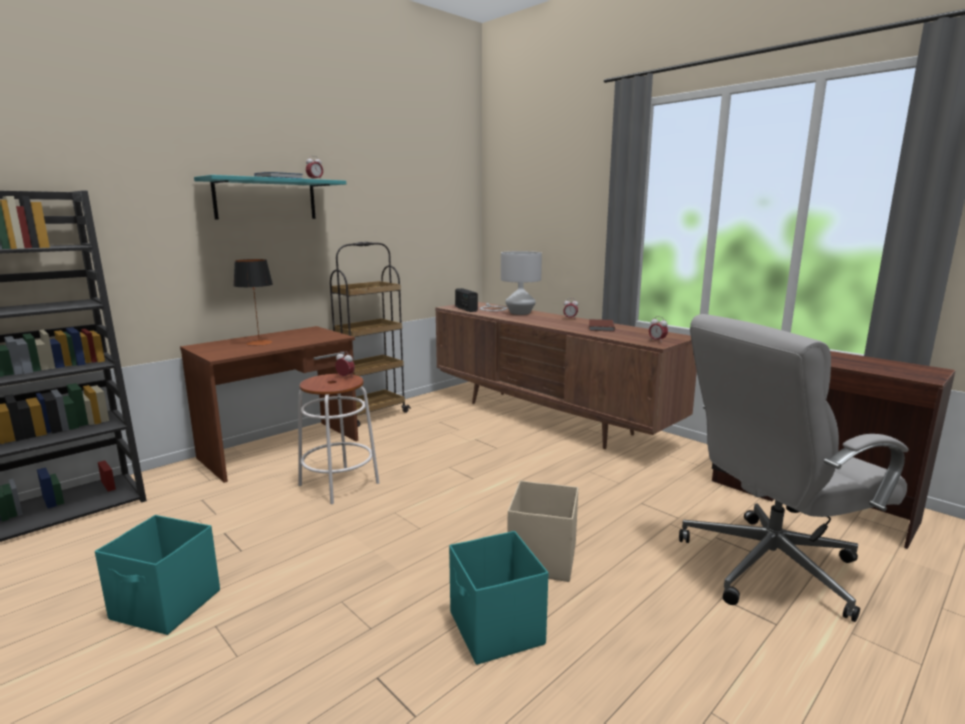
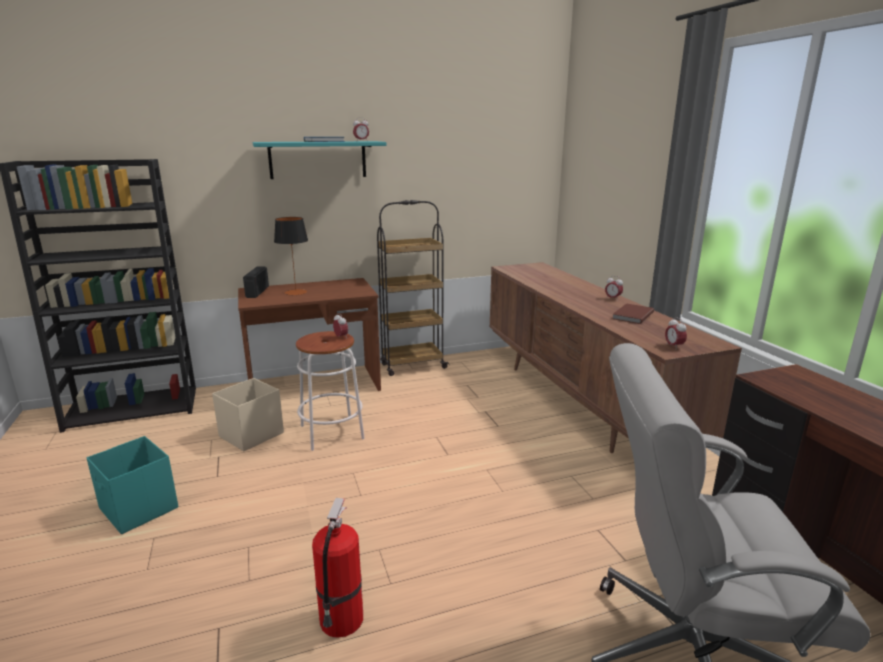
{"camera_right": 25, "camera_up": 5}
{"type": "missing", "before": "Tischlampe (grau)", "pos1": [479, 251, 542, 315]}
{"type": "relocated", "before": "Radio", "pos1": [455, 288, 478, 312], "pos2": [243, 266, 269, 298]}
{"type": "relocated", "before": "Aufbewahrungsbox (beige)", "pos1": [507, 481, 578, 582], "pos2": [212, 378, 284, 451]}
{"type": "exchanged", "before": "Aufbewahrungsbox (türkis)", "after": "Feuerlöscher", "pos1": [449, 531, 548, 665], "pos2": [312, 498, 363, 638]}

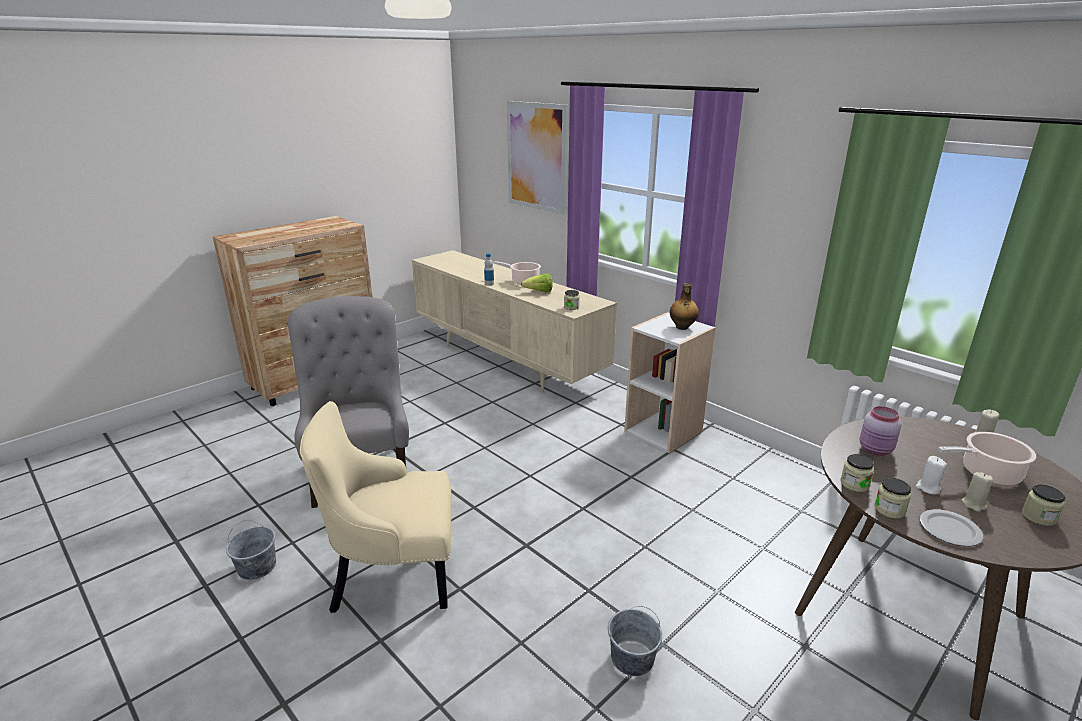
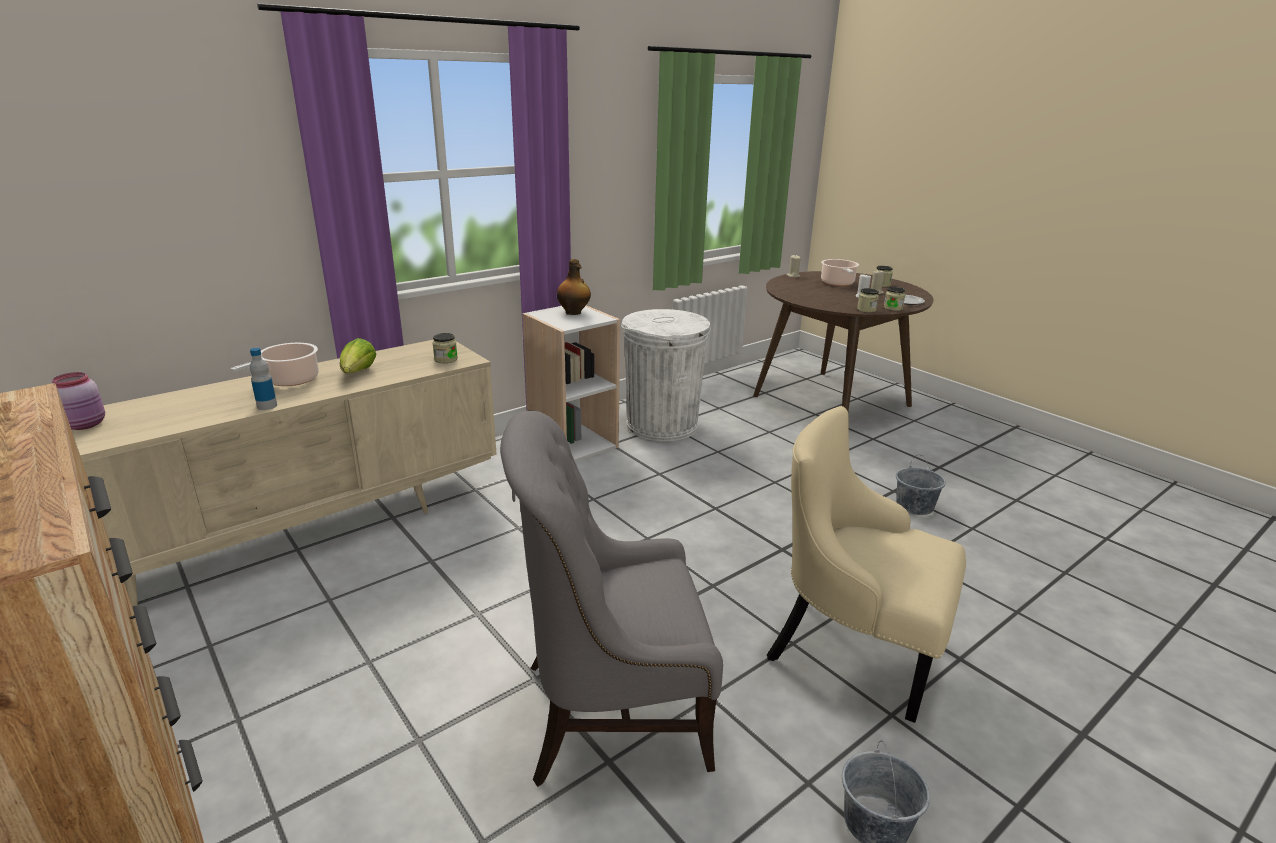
{"camera_right": -85, "camera_up": 0}
{"type": "missing", "before": "Bild", "pos1": [507, 101, 568, 215]}
{"type": "appeared", "after": "Mülleimer (weiß)", "pos2": [621, 309, 711, 441]}
{"type": "relocated", "before": "Vorratsglas (rosa)", "pos1": [860, 406, 901, 456], "pos2": [52, 372, 105, 430]}
{"type": "spun", "before": "Stuhl (beige)", "pos1": [300, 401, 451, 613], "pos2": [767, 406, 966, 723], "turn": 120}

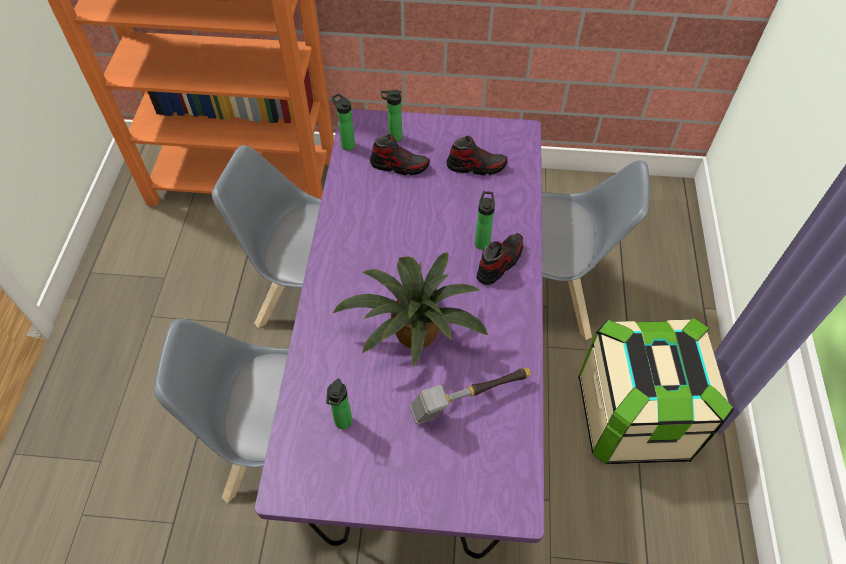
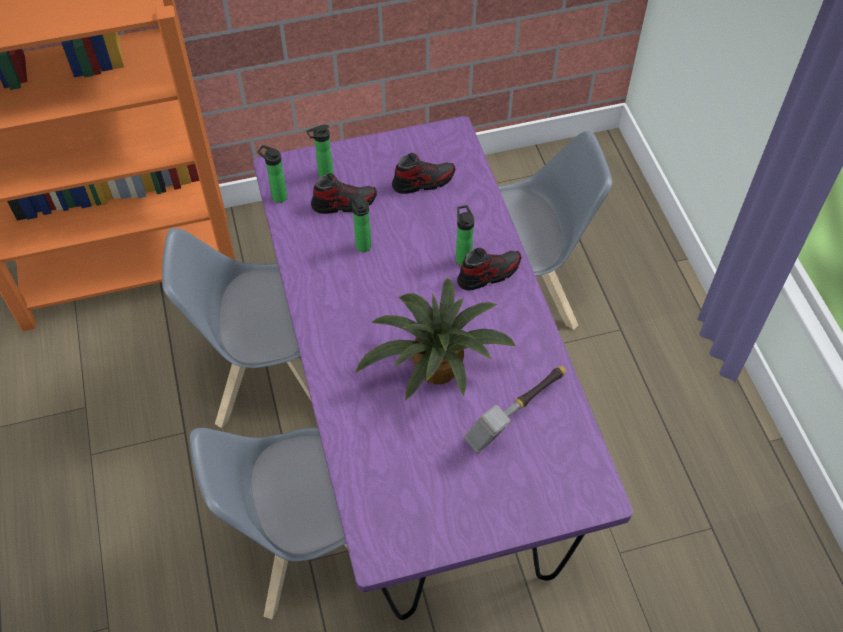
{"camera_right": -20, "camera_up": 0}
{"type": "missing", "before": "Aufbewahrungsbox", "pos1": [578, 317, 734, 464]}
{"type": "relocated", "before": "Flasche", "pos1": [326, 379, 352, 429], "pos2": [352, 195, 371, 252]}
{"type": "spun", "before": "Schuh", "pos1": [476, 233, 523, 285], "pos2": [457, 248, 521, 291], "turn": 45}

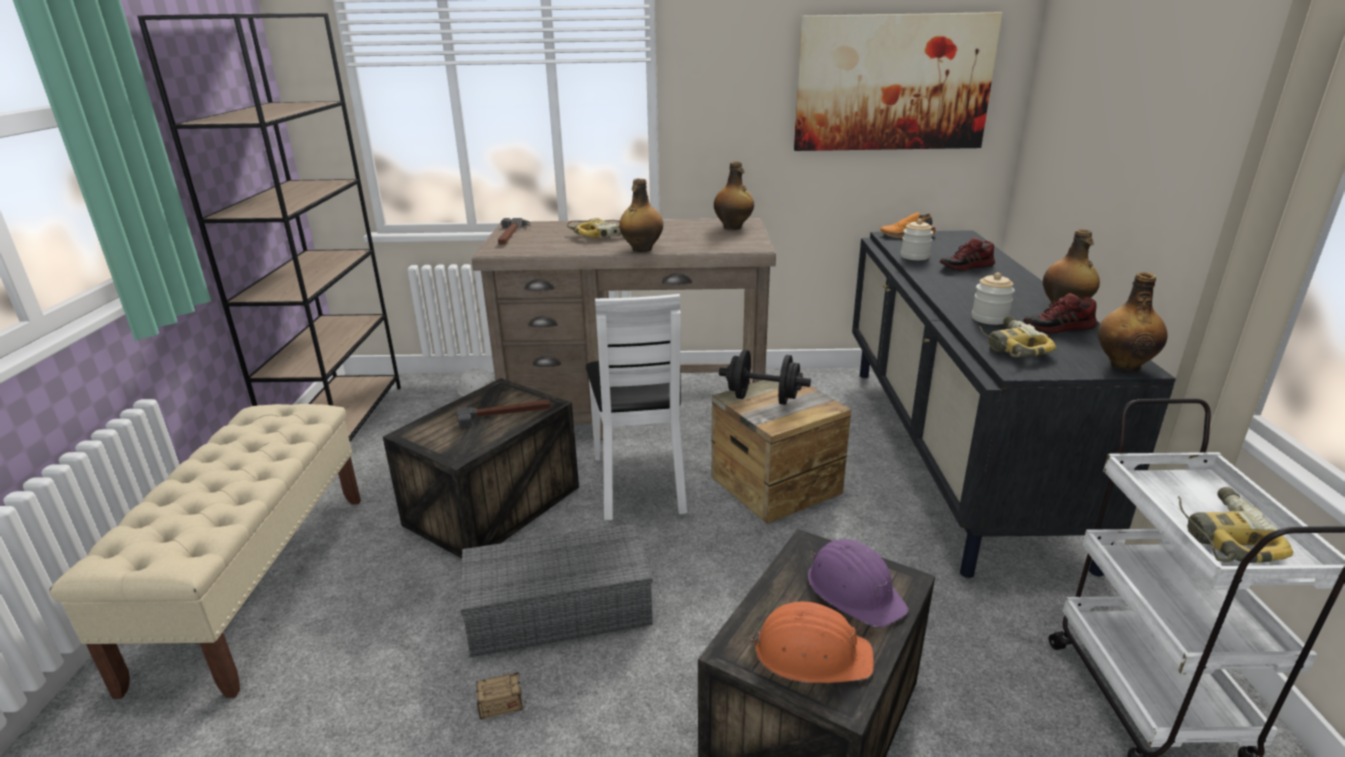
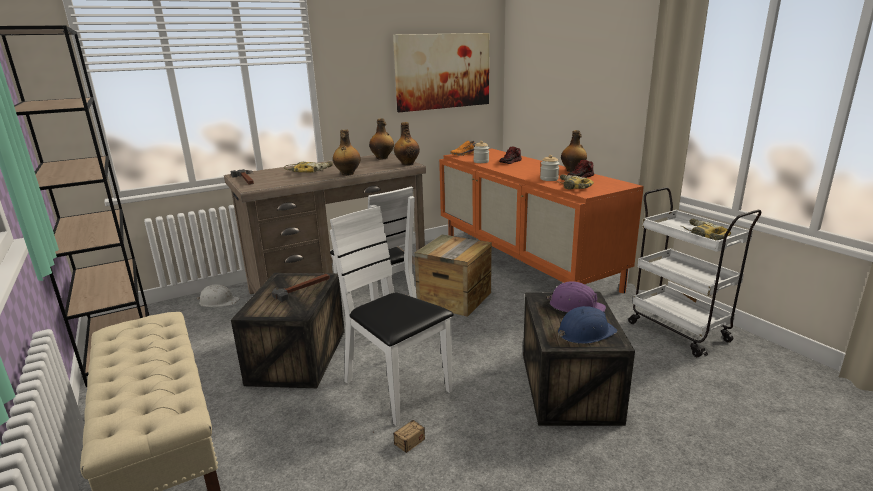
{"camera_right": -30, "camera_up": -5}
{"type": "missing", "before": "Hantel (schwarz)", "pos1": [719, 350, 811, 405]}
{"type": "relocated", "before": "Flasche", "pos1": [1098, 272, 1168, 372], "pos2": [394, 122, 420, 166]}
{"type": "exchanged", "before": "Aufbewahrungsbox (grau)", "after": "Stuhl (weiß)", "pos1": [460, 523, 653, 657], "pos2": [330, 206, 454, 426]}
{"type": "colour", "before": "Schutzhelm (orange)", "after": "Schutzhelm (blau)", "pos1": [747, 602, 874, 683], "pos2": [558, 306, 617, 344]}
{"type": "colour", "before": "Schrank (schwarz)", "after": "Schrank (orange)", "pos1": [852, 230, 1176, 578], "pos2": [439, 148, 644, 293]}

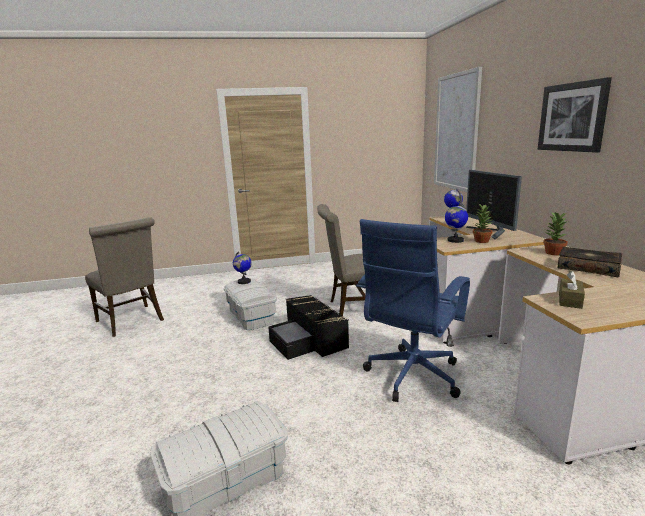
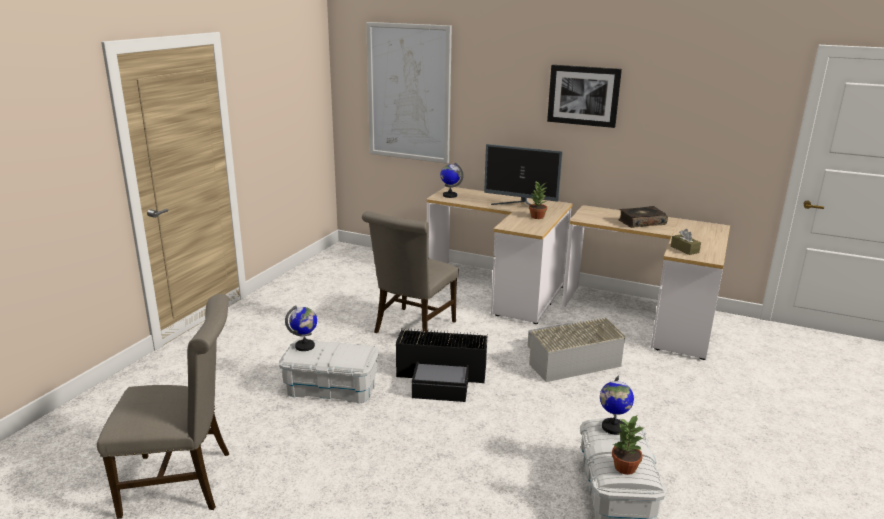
{"camera_right": -55, "camera_up": 5}
{"type": "relocated", "before": "Globus", "pos1": [445, 203, 468, 243], "pos2": [600, 375, 634, 435]}
{"type": "relocated", "before": "Topfpflanze", "pos1": [543, 212, 568, 255], "pos2": [612, 416, 645, 475]}
{"type": "exchanged", "before": "Bürostuhl (blau)", "after": "Aufbewahrungsbox (grau)", "pos1": [356, 219, 470, 402], "pos2": [528, 317, 626, 382]}

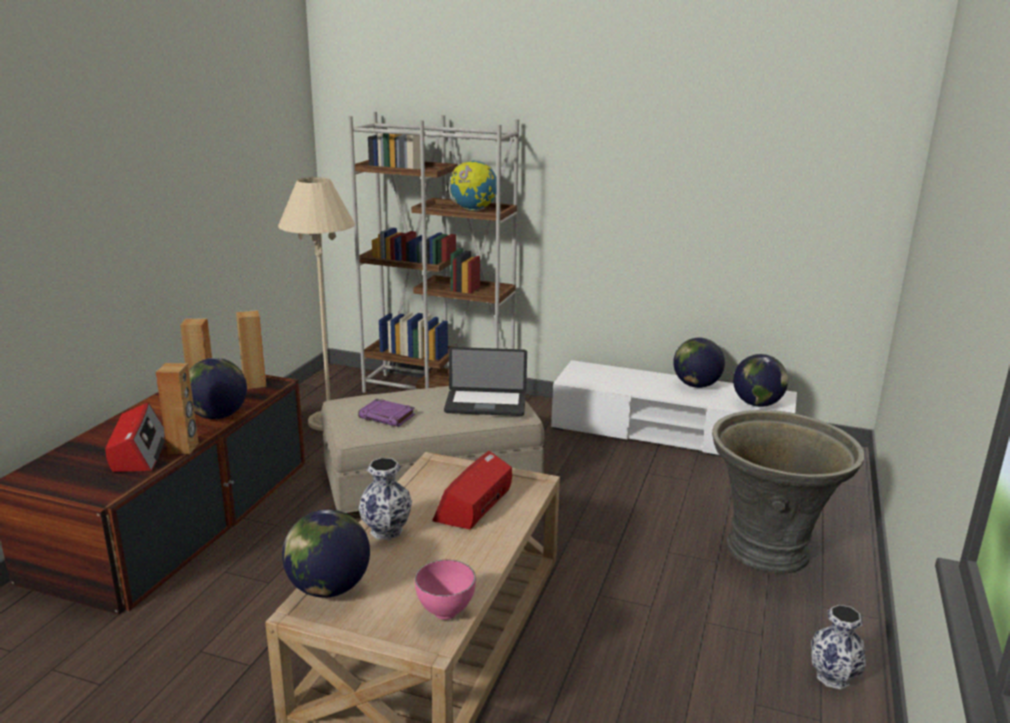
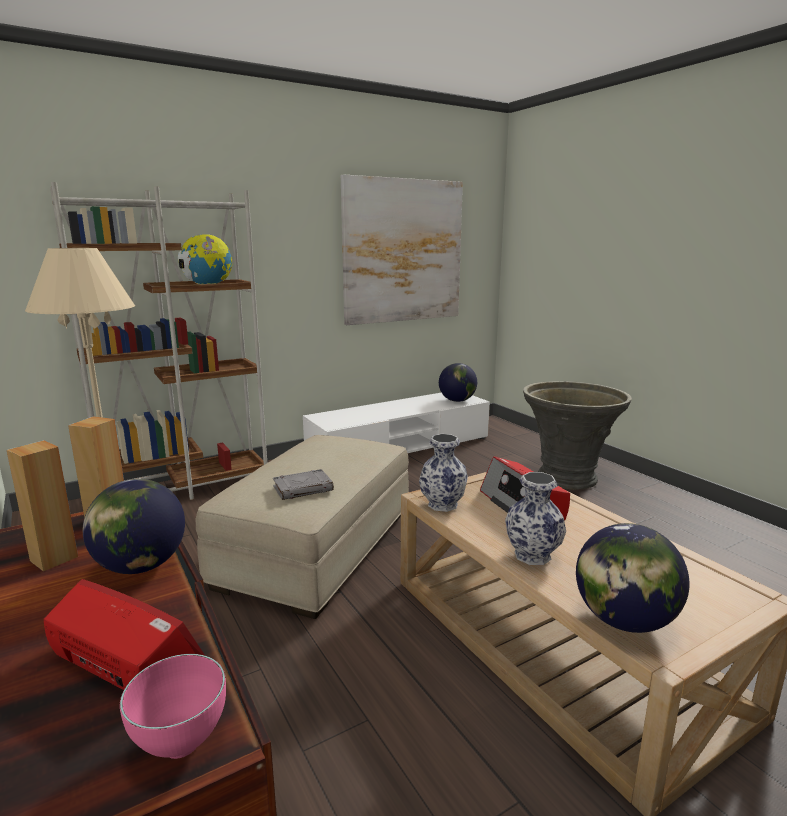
{"camera_right": -50, "camera_up": -5}
{"type": "missing", "before": "Lautsprecher (braun)", "pos1": [156, 363, 199, 454]}
{"type": "missing", "before": "Laptop", "pos1": [444, 347, 527, 416]}
{"type": "missing", "before": "Globus", "pos1": [673, 338, 725, 388]}
{"type": "appeared", "after": "Bild", "pos2": [341, 174, 463, 325]}
{"type": "relocated", "before": "Schüssel (rosa)", "pos1": [415, 560, 476, 620], "pos2": [120, 654, 226, 759]}
{"type": "relocated", "before": "Vase", "pos1": [811, 605, 866, 689], "pos2": [419, 434, 468, 512]}
{"type": "colour", "before": "Buch (lila)", "after": "Buch (grau)", "pos1": [358, 399, 415, 427], "pos2": [273, 469, 334, 500]}

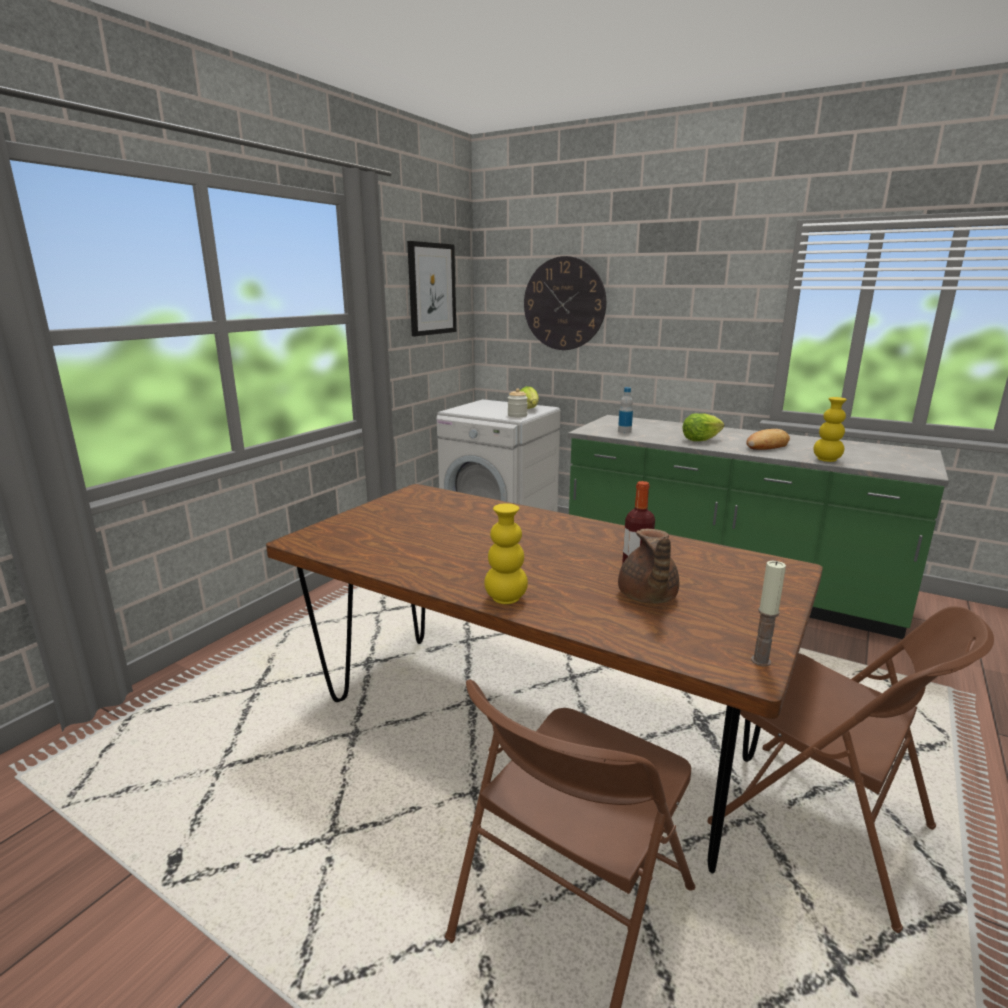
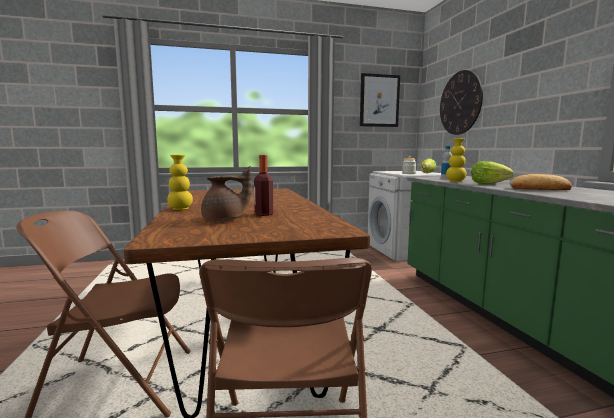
{"camera_right": 45, "camera_up": -10}
{"type": "missing", "before": "Kerze", "pos1": [751, 561, 786, 666]}
{"type": "relocated", "before": "Vase (gelb)", "pos1": [813, 397, 847, 462], "pos2": [446, 138, 467, 182]}
{"type": "spun", "before": "Teekanne (braun)", "pos1": [618, 529, 679, 604], "pos2": [201, 166, 252, 221], "turn": -150}

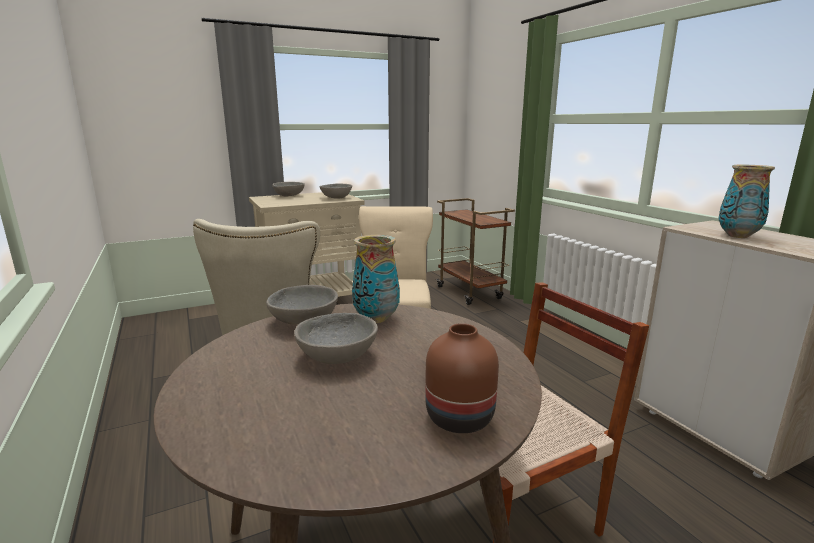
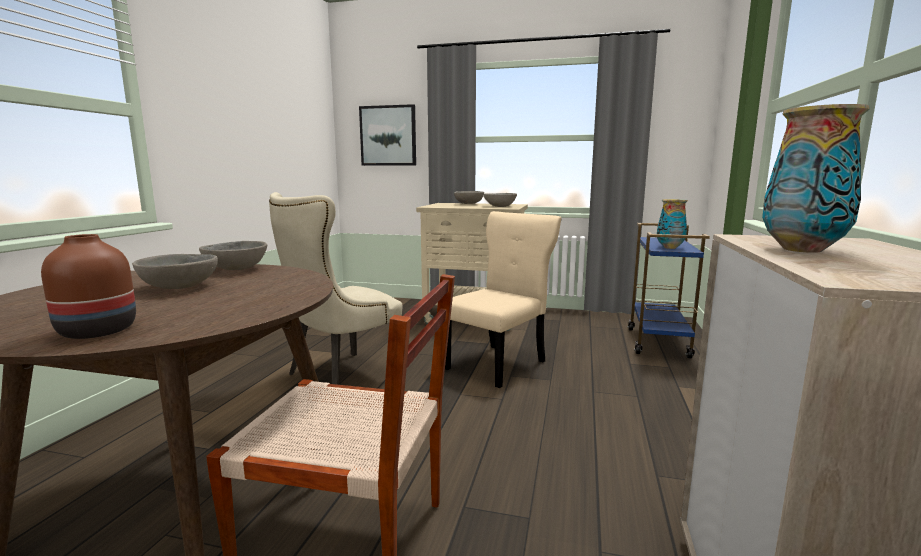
{"camera_right": 40, "camera_up": -5}
{"type": "appeared", "after": "Bild", "pos2": [359, 104, 416, 166]}
{"type": "relocated", "before": "Vase", "pos1": [352, 235, 400, 323], "pos2": [657, 199, 688, 249]}
{"type": "colour", "before": "Rollwagen (braun)", "after": "Rollwagen (blau)", "pos1": [436, 198, 515, 305], "pos2": [627, 223, 710, 358]}

